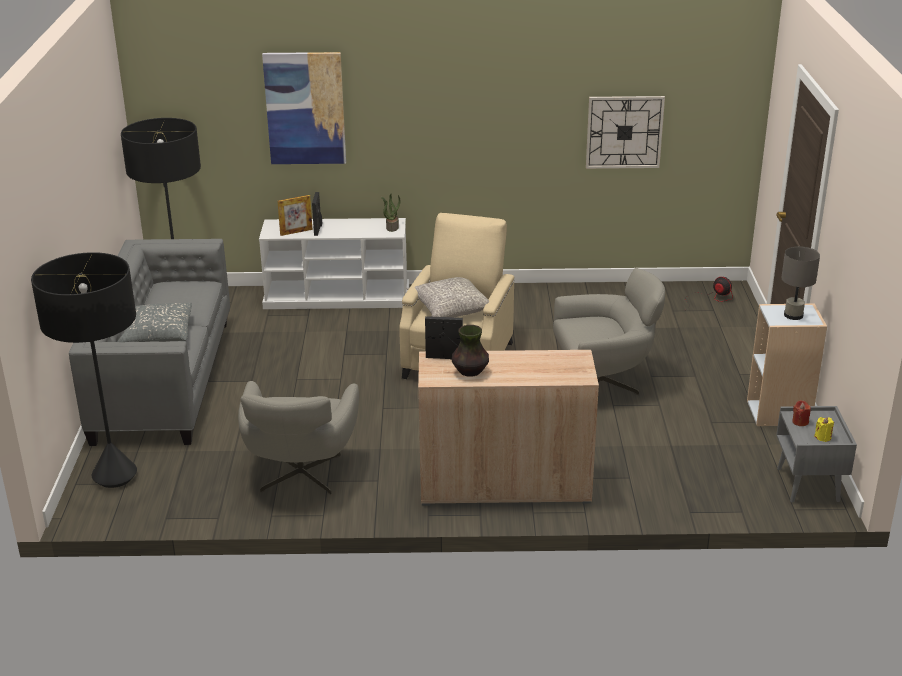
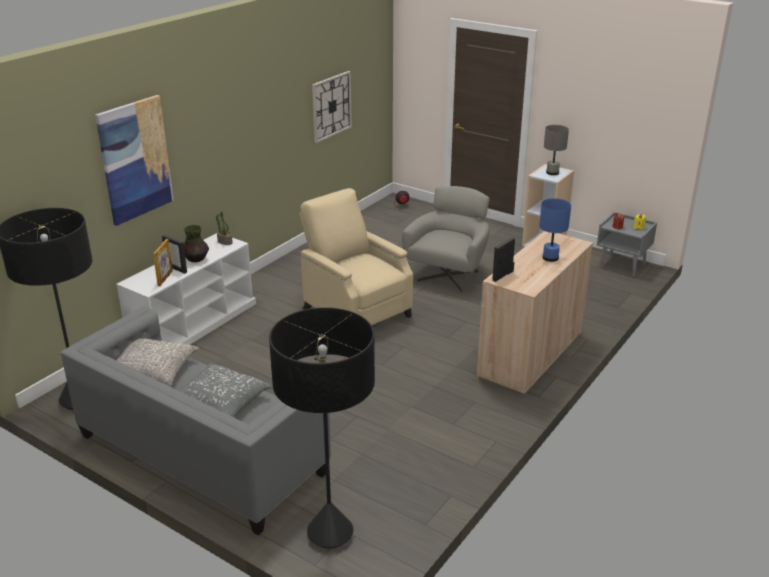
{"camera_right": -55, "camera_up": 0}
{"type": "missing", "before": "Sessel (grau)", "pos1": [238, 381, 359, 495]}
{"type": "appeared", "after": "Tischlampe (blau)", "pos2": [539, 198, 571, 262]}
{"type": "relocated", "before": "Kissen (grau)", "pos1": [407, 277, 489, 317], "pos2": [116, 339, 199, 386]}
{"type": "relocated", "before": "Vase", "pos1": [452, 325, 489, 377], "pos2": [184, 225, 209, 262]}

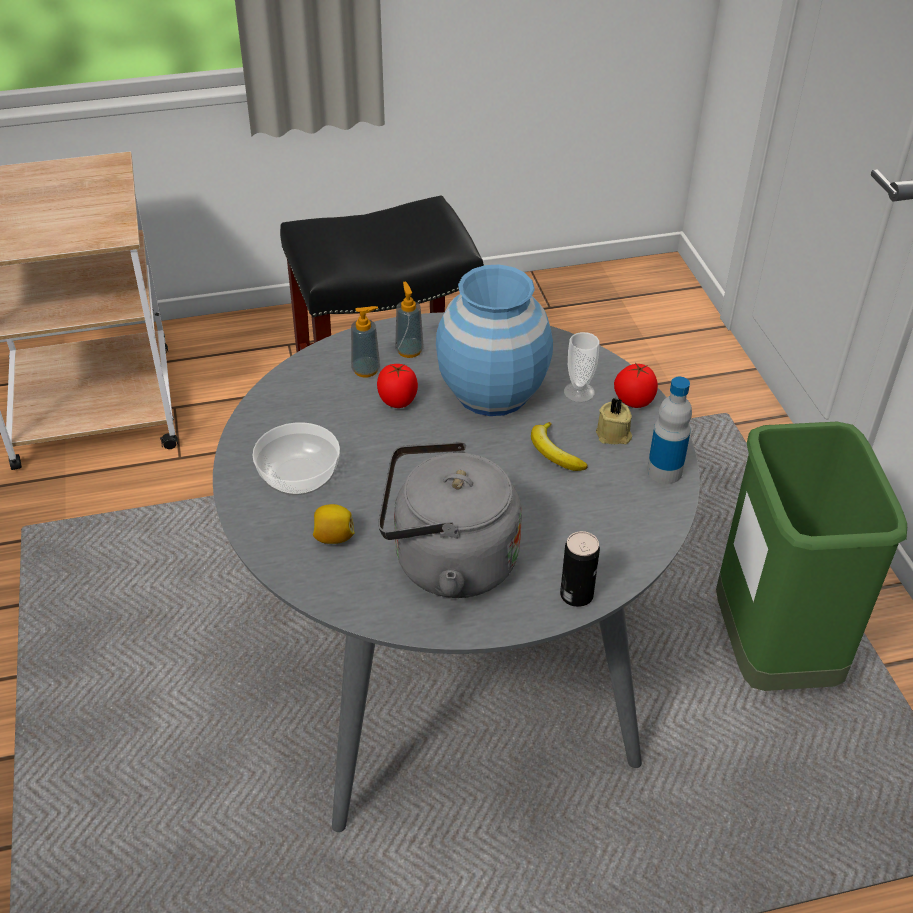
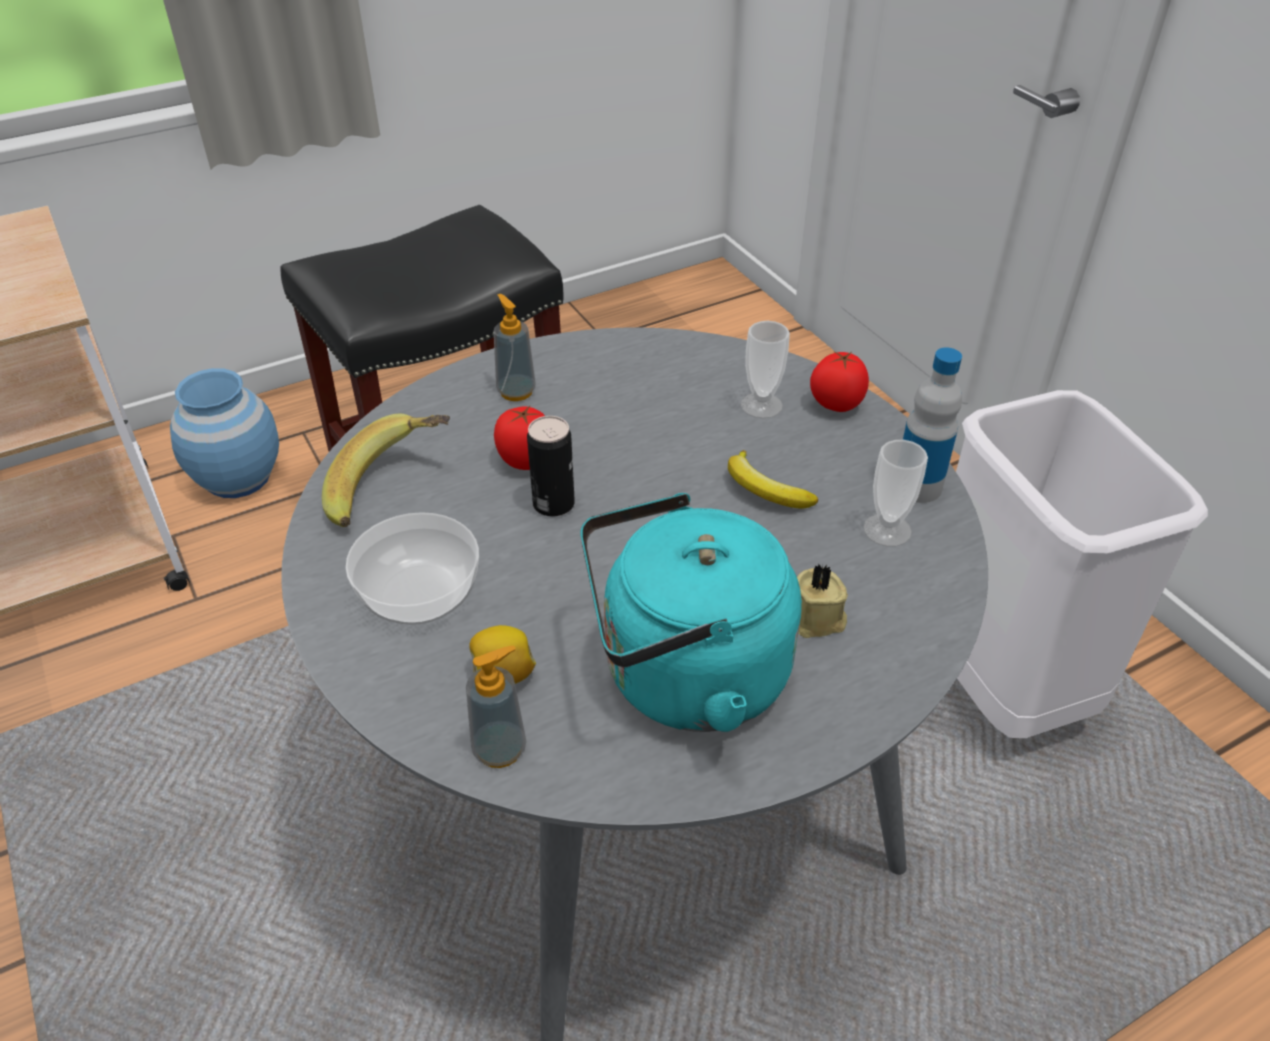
{"camera_right": -15, "camera_up": 0}
{"type": "appeared", "after": "Banane", "pos2": [322, 414, 450, 527]}
{"type": "appeared", "after": "Tasse", "pos2": [863, 440, 928, 547]}
{"type": "relocated", "before": "Seifenspender", "pos1": [351, 306, 380, 377], "pos2": [466, 645, 526, 768]}
{"type": "relocated", "before": "Vase (blau)", "pos1": [436, 265, 553, 416], "pos2": [170, 368, 279, 498]}
{"type": "relocated", "before": "Dose", "pos1": [560, 531, 600, 607], "pos2": [527, 416, 575, 517]}
{"type": "relocated", "before": "Kerze (beige)", "pos1": [596, 398, 632, 444], "pos2": [797, 564, 848, 638]}
{"type": "colour", "before": "Wasserkessel (grau)", "after": "Wasserkessel (türkis)", "pos1": [378, 442, 522, 598], "pos2": [581, 493, 802, 732]}
{"type": "colour", "before": "Mülleimer (grün)", "after": "Mülleimer (weiß)", "pos1": [716, 422, 907, 691], "pos2": [956, 390, 1208, 738]}

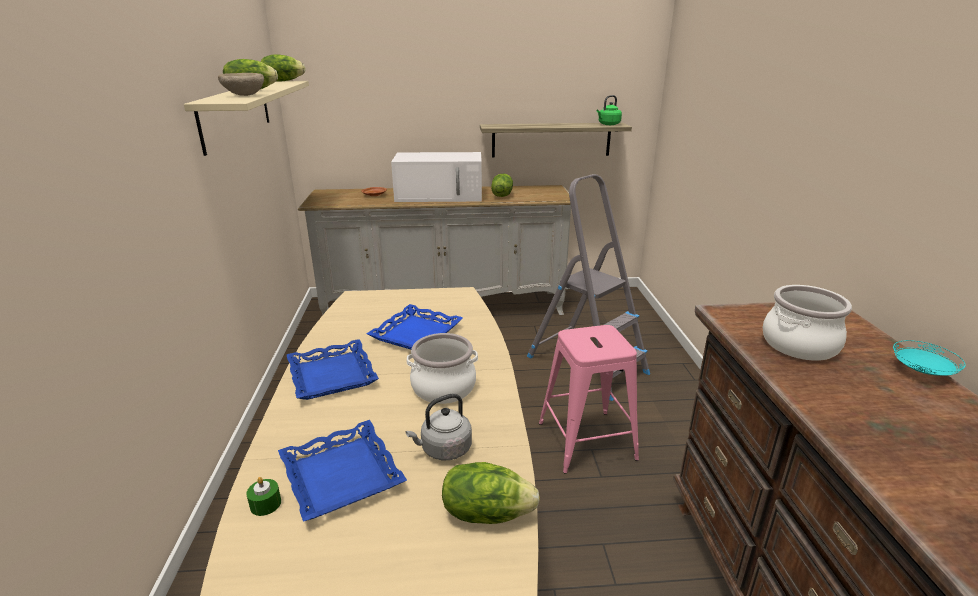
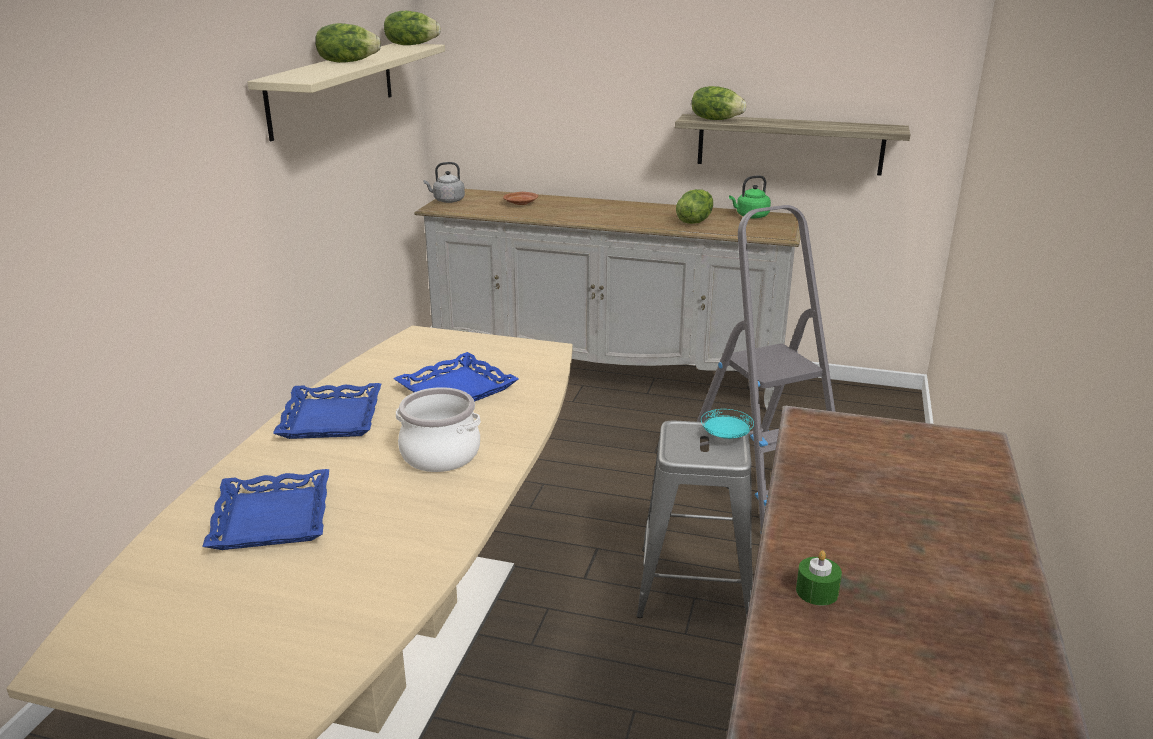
{"camera_right": 20, "camera_up": 0}
{"type": "missing", "before": "Schüssel (beige)", "pos1": [218, 73, 264, 96]}
{"type": "missing", "before": "Mikrowelle (weiß)", "pos1": [391, 152, 482, 202]}
{"type": "missing", "before": "Kochtopf", "pos1": [763, 285, 852, 361]}
{"type": "relocated", "before": "Kerze (grün)", "pos1": [246, 477, 281, 516], "pos2": [796, 550, 842, 606]}
{"type": "relocated", "before": "Wasserkessel (grau)", "pos1": [406, 393, 472, 460], "pos2": [423, 162, 465, 203]}
{"type": "relocated", "before": "Salatkopf", "pos1": [442, 462, 540, 524], "pos2": [691, 86, 746, 120]}
{"type": "relocated", "before": "Wasserkessel (grün)", "pos1": [597, 95, 622, 125], "pos2": [729, 175, 771, 219]}
{"type": "relocated", "before": "Teller (türkis)", "pos1": [893, 340, 966, 376], "pos2": [701, 409, 754, 439]}
{"type": "colour", "before": "Hocker (rosa)", "after": "Hocker (grau)", "pos1": [539, 325, 639, 474], "pos2": [637, 421, 753, 618]}

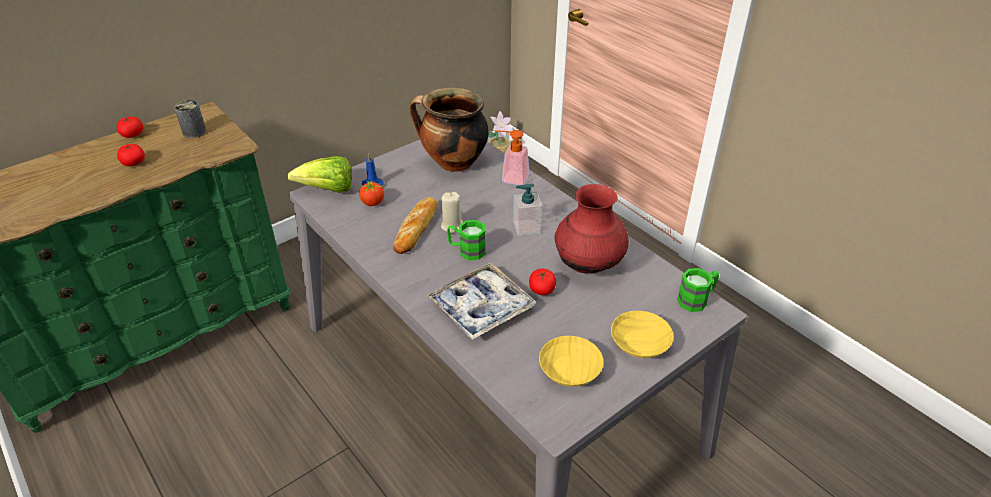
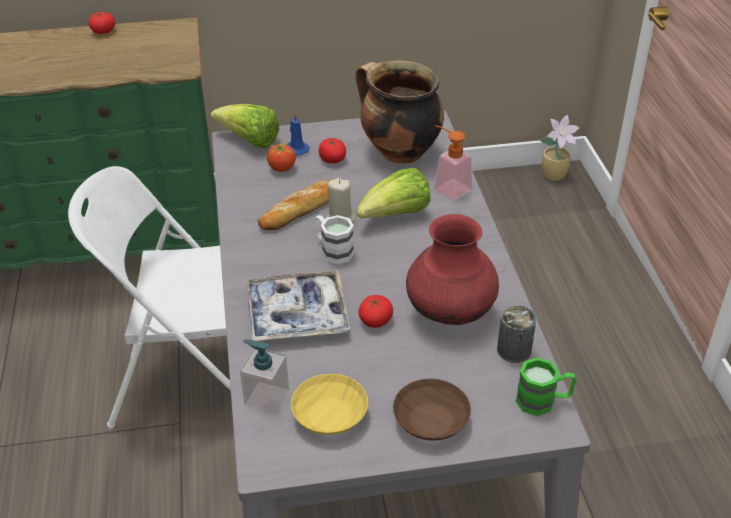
{"camera_right": 30, "camera_up": 0}
{"type": "appeared", "after": "Stuhl (weiß)", "pos2": [68, 166, 231, 430]}
{"type": "appeared", "after": "Salatkopf", "pos2": [357, 168, 430, 219]}
{"type": "relocated", "before": "Tomate", "pos1": [117, 144, 145, 166], "pos2": [319, 138, 346, 163]}
{"type": "relocated", "before": "Dose", "pos1": [174, 100, 206, 138], "pos2": [497, 305, 536, 363]}
{"type": "relocated", "before": "Seifenspender", "pos1": [513, 184, 542, 236], "pos2": [240, 339, 289, 414]}
{"type": "colour", "before": "Henkelbecher (grün)", "after": "Henkelbecher (weiß)", "pos1": [447, 220, 486, 260], "pos2": [315, 215, 354, 264]}
{"type": "colour", "before": "Schüssel (gelb)", "after": "Schüssel (braun)", "pos1": [611, 311, 674, 358], "pos2": [393, 379, 471, 441]}

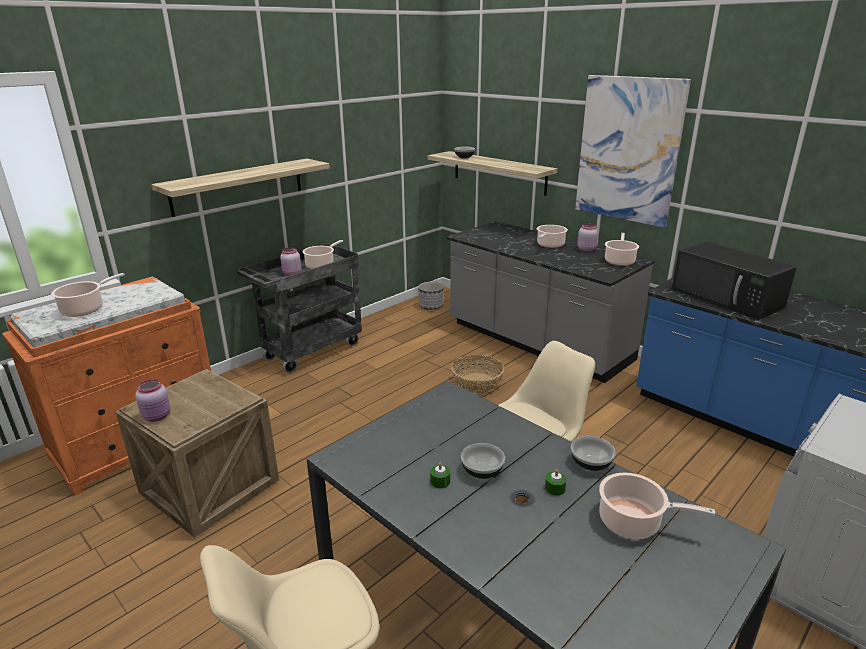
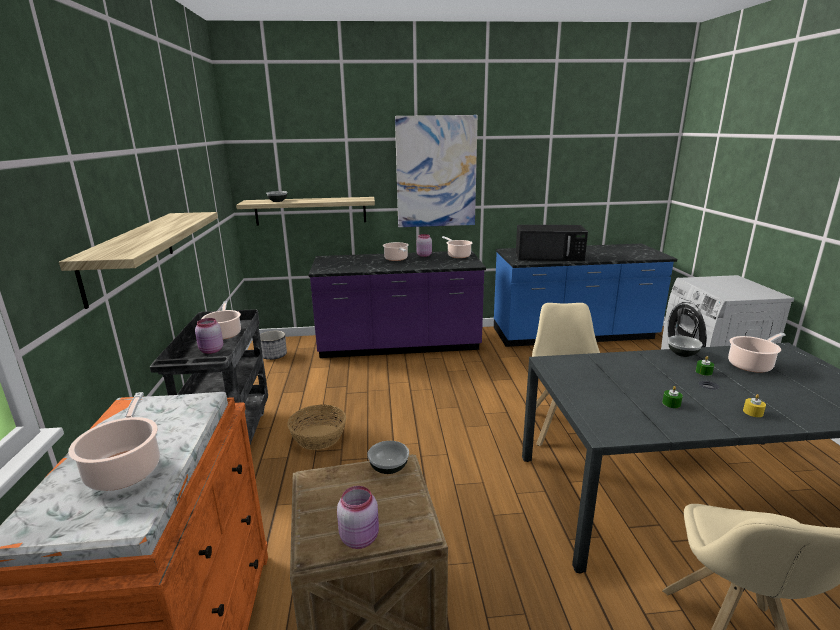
{"camera_right": -50, "camera_up": -5}
{"type": "appeared", "after": "Kerze (gelb)", "pos2": [743, 394, 766, 417]}
{"type": "relocated", "before": "Korb", "pos1": [451, 354, 505, 394], "pos2": [287, 405, 346, 450]}
{"type": "relocated", "before": "Schüssel", "pos1": [461, 443, 505, 479], "pos2": [367, 441, 409, 474]}
{"type": "colour", "before": "Küchenzeile (grau)", "after": "Küchenzeile (lila)", "pos1": [447, 221, 655, 383], "pos2": [308, 250, 486, 358]}

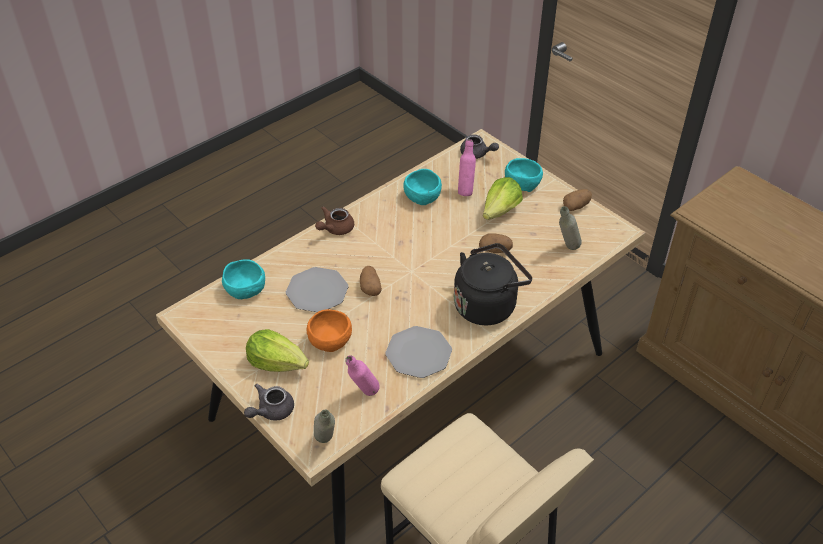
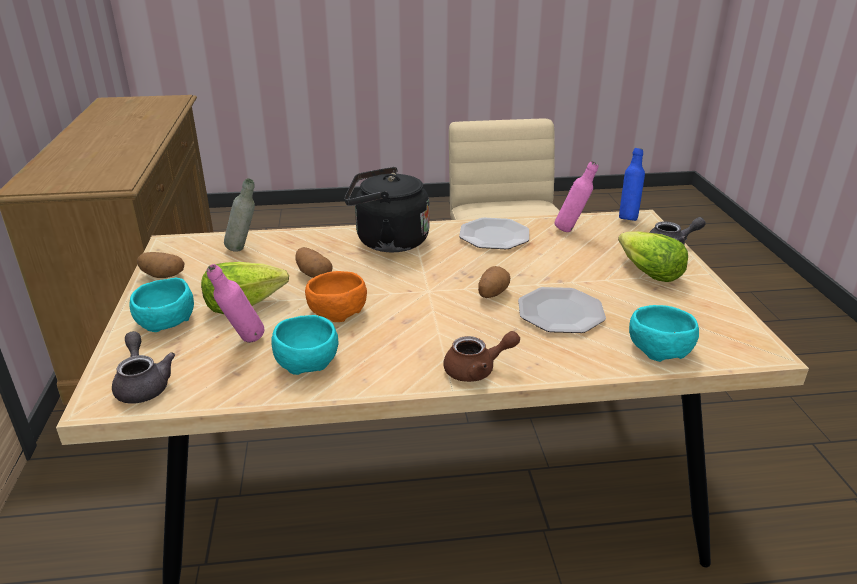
{"camera_right": -145, "camera_up": -15}
{"type": "relocated", "before": "Schüssel (orange)", "pos1": [306, 309, 352, 352], "pos2": [305, 271, 367, 322]}
{"type": "colour", "before": "Flasche (grau)", "after": "Flasche (blau)", "pos1": [314, 410, 335, 443], "pos2": [619, 148, 645, 221]}

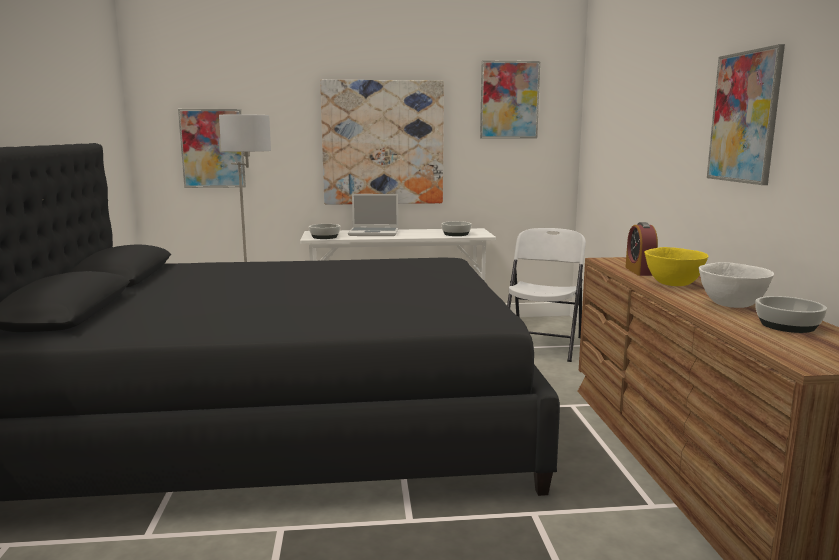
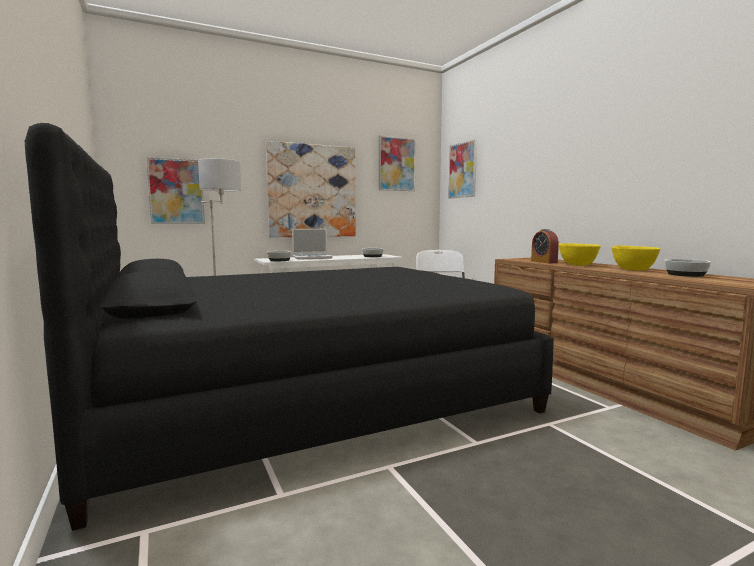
{"camera_right": -20, "camera_up": -5}
{"type": "relocated", "before": "Bild", "pos1": [707, 44, 785, 185], "pos2": [448, 139, 477, 198]}
{"type": "colour", "before": "Schüssel (weiß)", "after": "Schüssel (gelb)", "pos1": [699, 262, 774, 308], "pos2": [611, 245, 661, 271]}

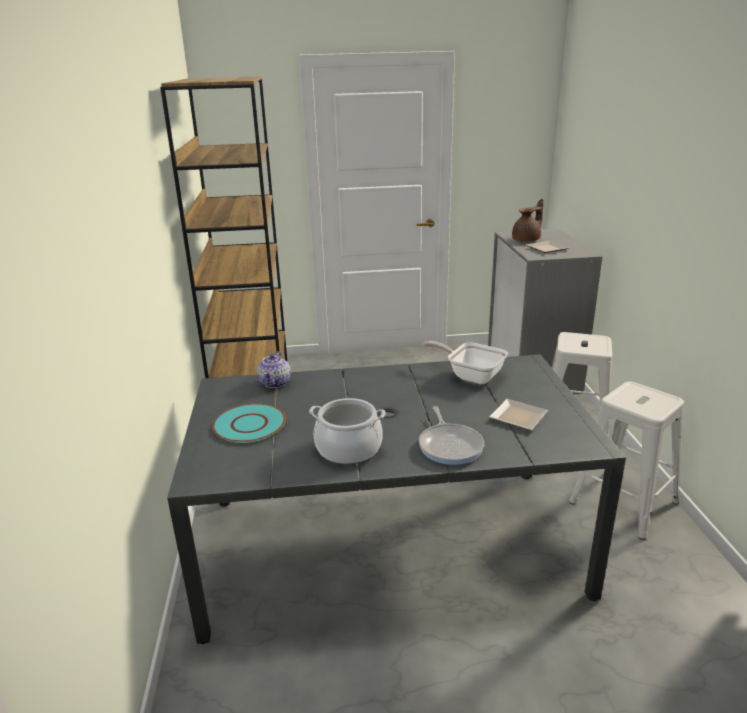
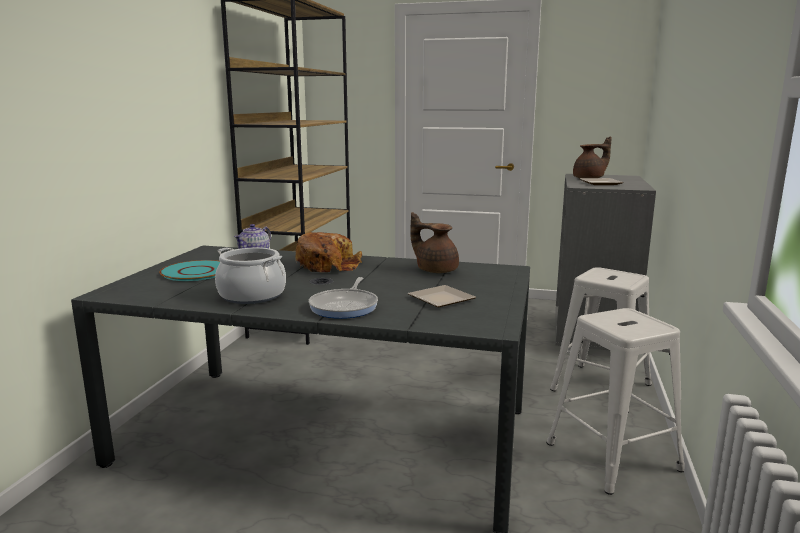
{"camera_right": 20, "camera_up": -10}
{"type": "appeared", "after": "Brot", "pos2": [295, 232, 362, 272]}
{"type": "exchanged", "before": "Pfanne", "after": "Teekanne (braun)", "pos1": [423, 341, 508, 384], "pos2": [410, 212, 459, 273]}

